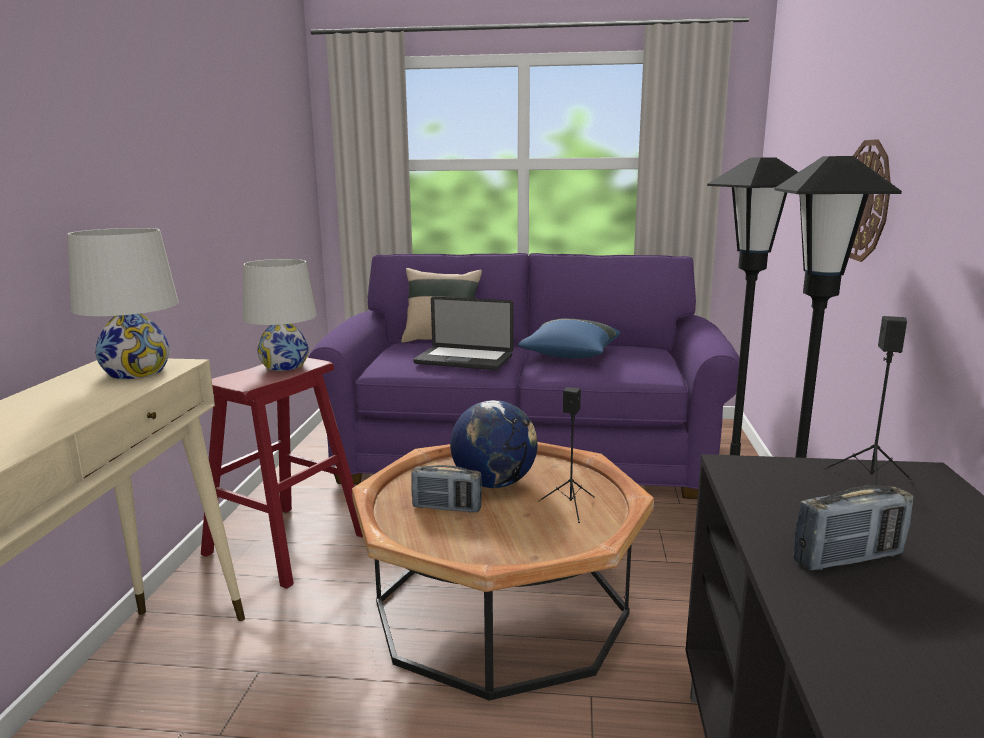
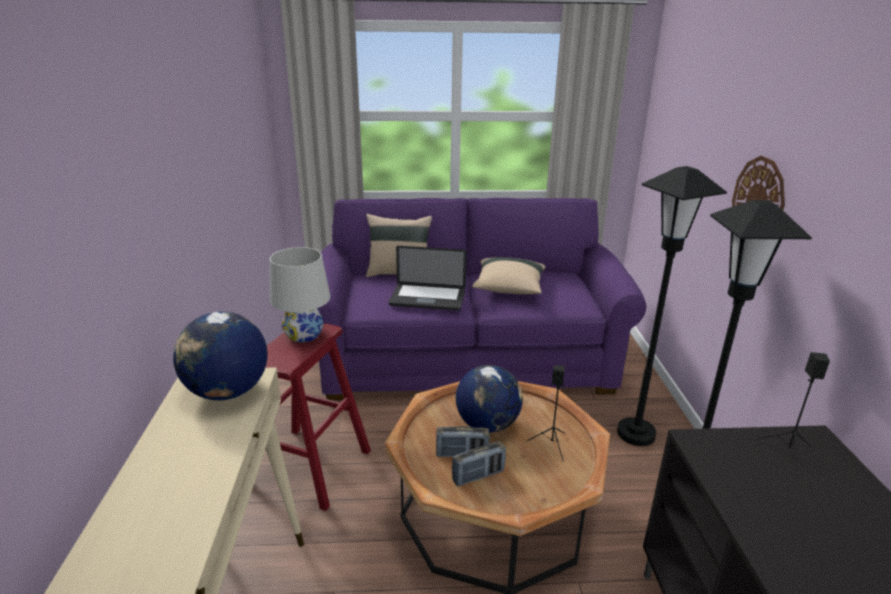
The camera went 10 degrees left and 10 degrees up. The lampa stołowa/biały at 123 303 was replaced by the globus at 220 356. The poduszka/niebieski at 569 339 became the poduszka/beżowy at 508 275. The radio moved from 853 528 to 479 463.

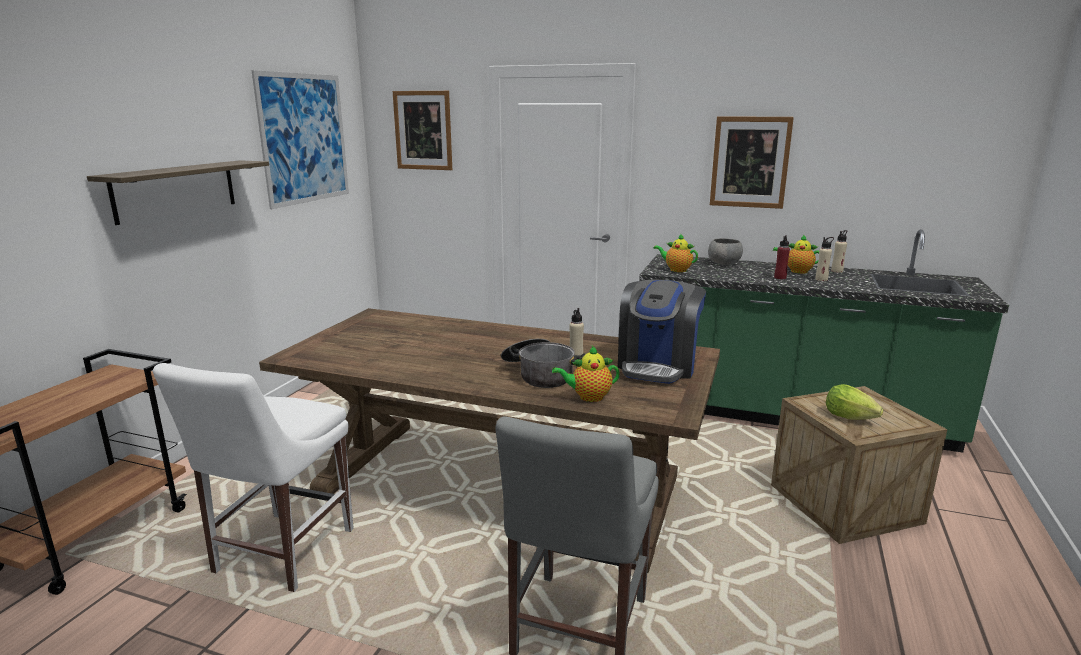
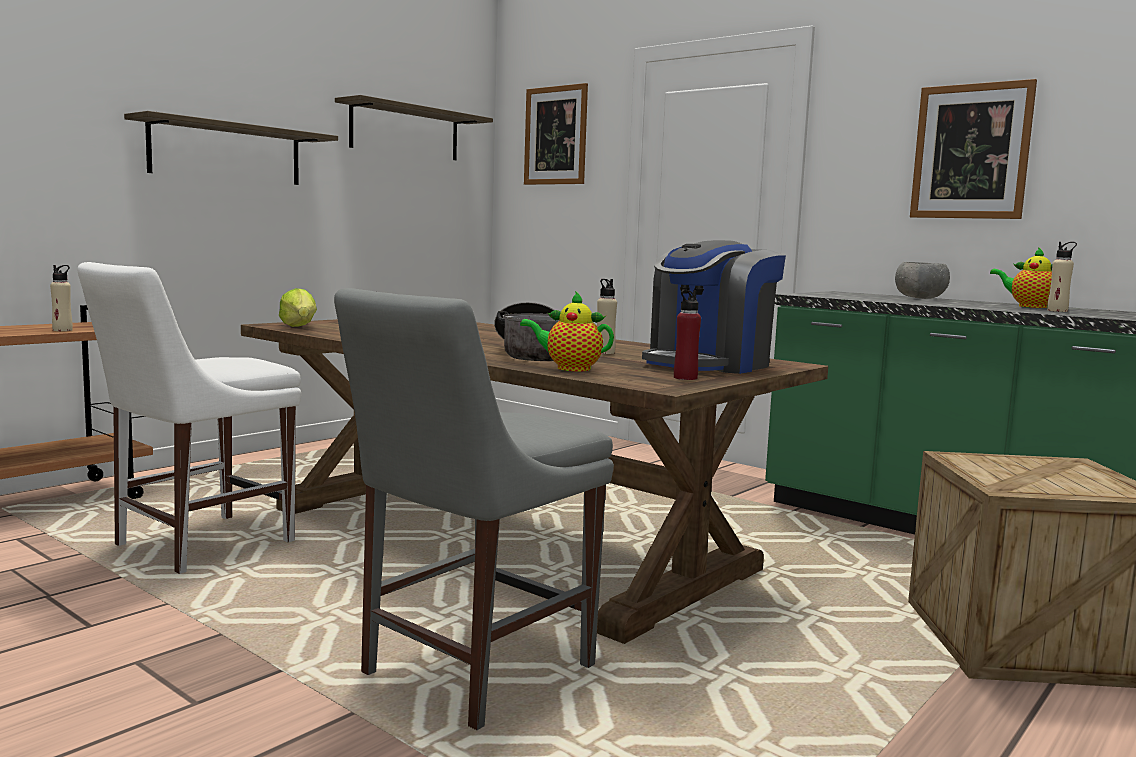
The camera went 20 degrees right and 10 degrees down. The obraz at 300 139 was replaced by the półka at 414 127. The butelka/beżowy moved from 839 251 to 61 298. The imbryk at 676 252 disappeared. The butelka/czerwony moved from 782 257 to 687 335. The sałata moved from 854 402 to 298 307.

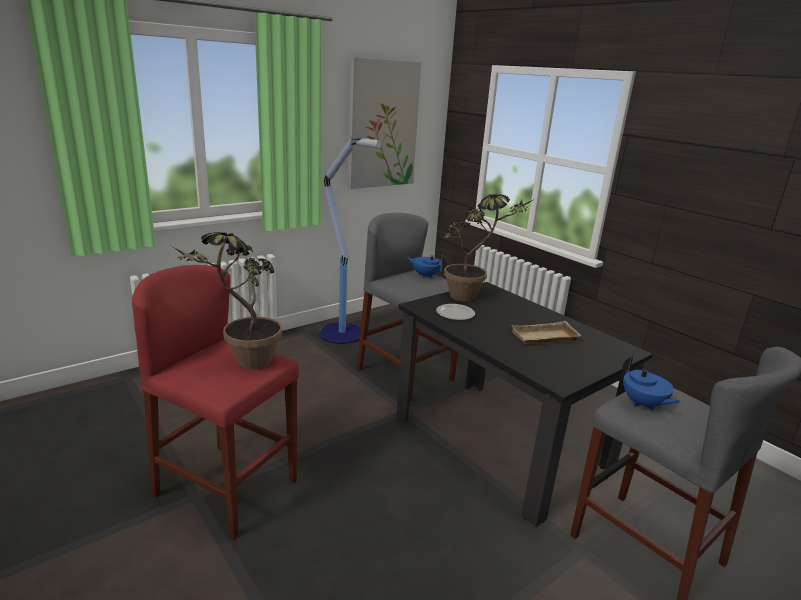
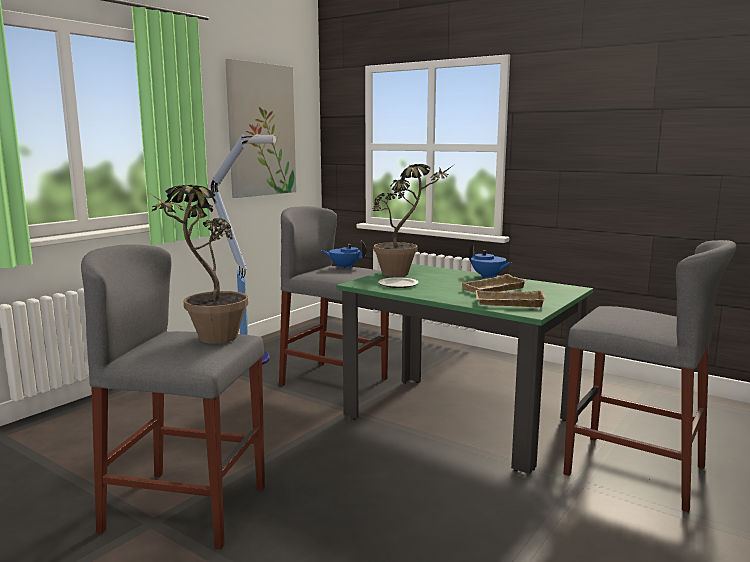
The camera went 15 degrees left and 10 degrees down. The stołek/czerwony at 215 402 became the stołek/szary at 173 396. The stół jadalny/czarny at 525 404 became the stół jadalny/zielony at 464 369. The imbryk/niebieski moved from 651 384 to 490 261. The taca/beżowy at 511 298 appeared.

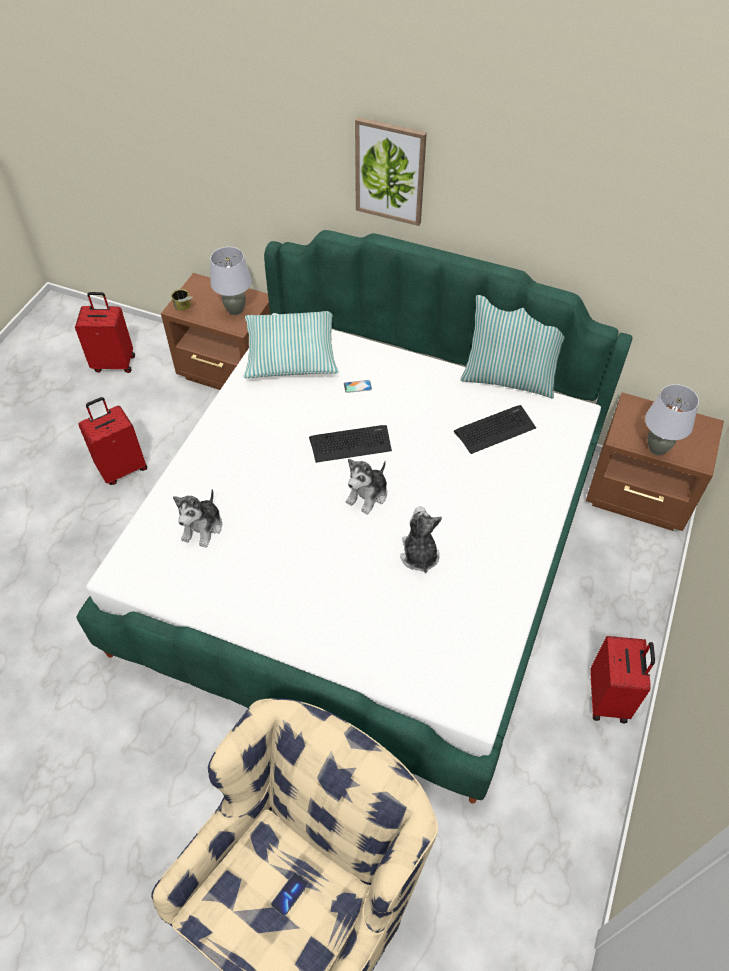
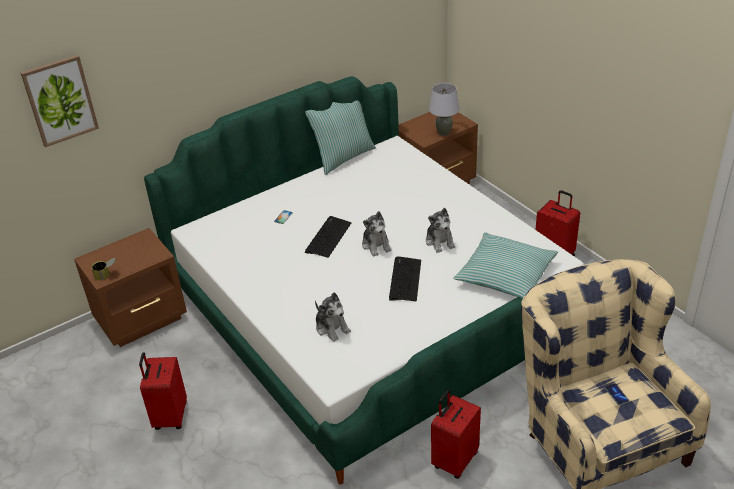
The camera went 55 degrees left and 15 degrees down. The obraz moved from 391 171 to 59 101. The lampa stołowa/szary at 231 281 disappeared. The walizka/czerwony moved from 105 332 to 456 434. The poduszka moved from 291 344 to 506 265. The klawiatura moved from 494 429 to 405 278. The pluszak at 421 539 turned 135 degrees counterclockwise.

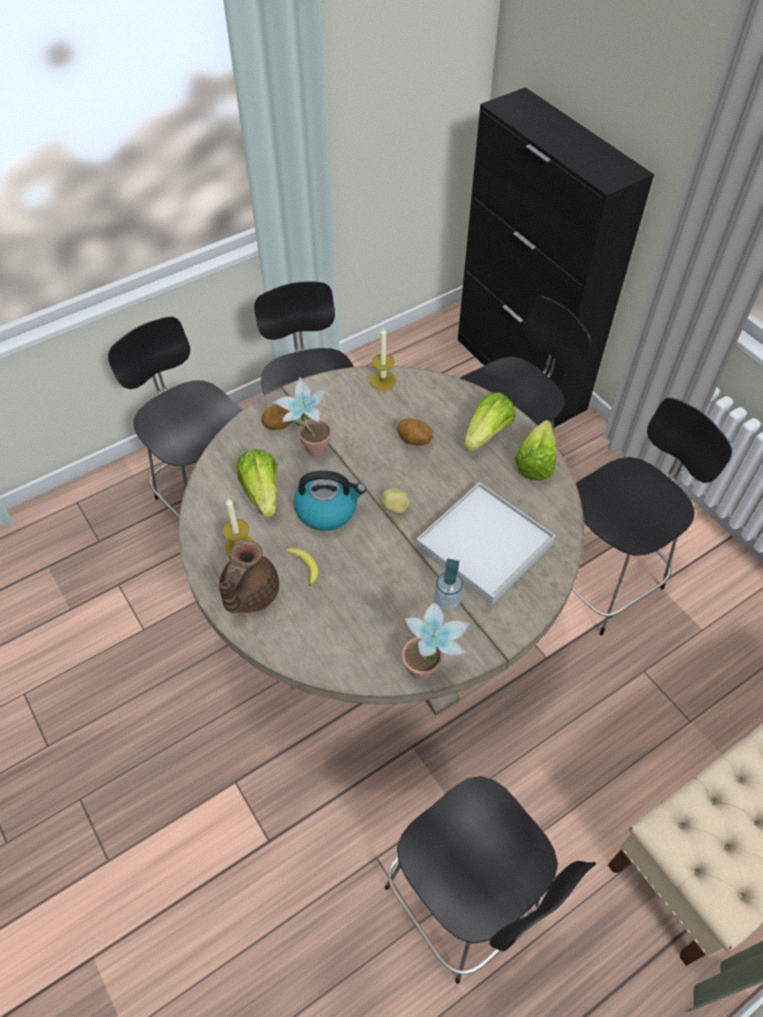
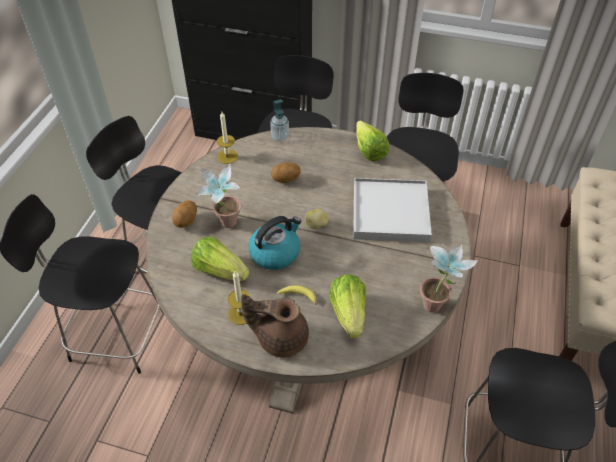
The camera went 40 degrees left and 5 degrees down. The sałata moved from 490 421 to 347 306. The imbryk/brązowy at 249 577 turned 120 degrees clockwise. The dozownik mydła moved from 448 584 to 279 120.

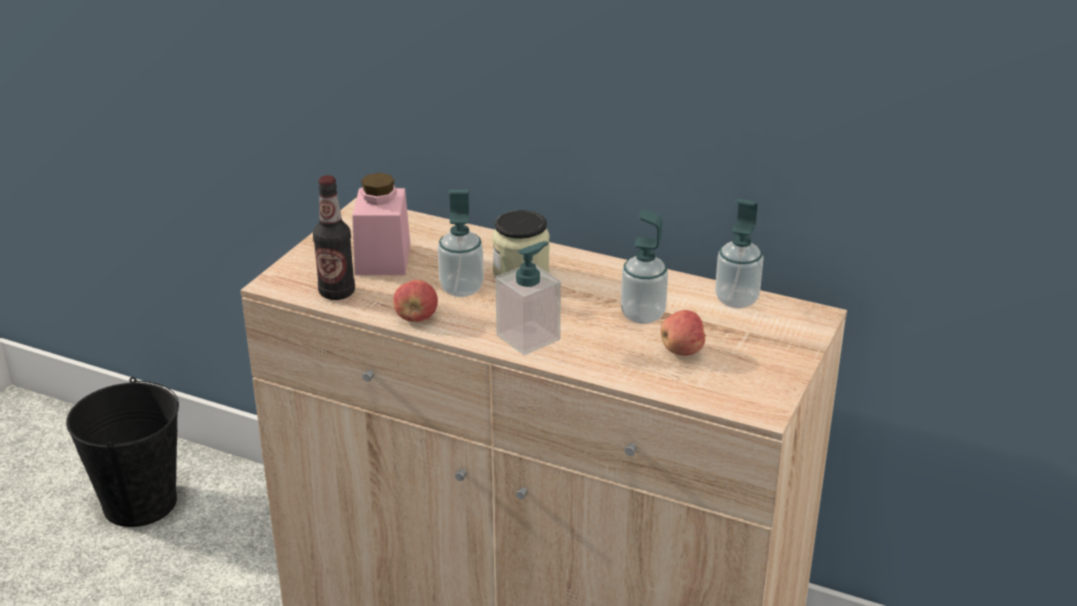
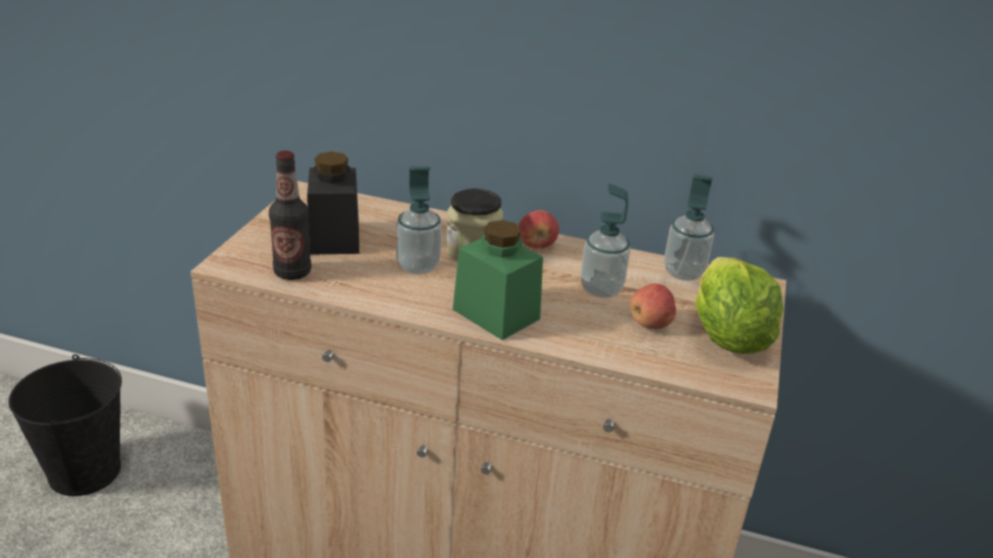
The camera went 10 degrees left and 0 degrees up. The słoik/różowy at 381 224 became the słoik/czarny at 333 203. The dozownik mydła at 528 298 was replaced by the słoik/zielony at 498 280. The jabłko moved from 415 301 to 539 229. The sałata at 739 305 appeared.

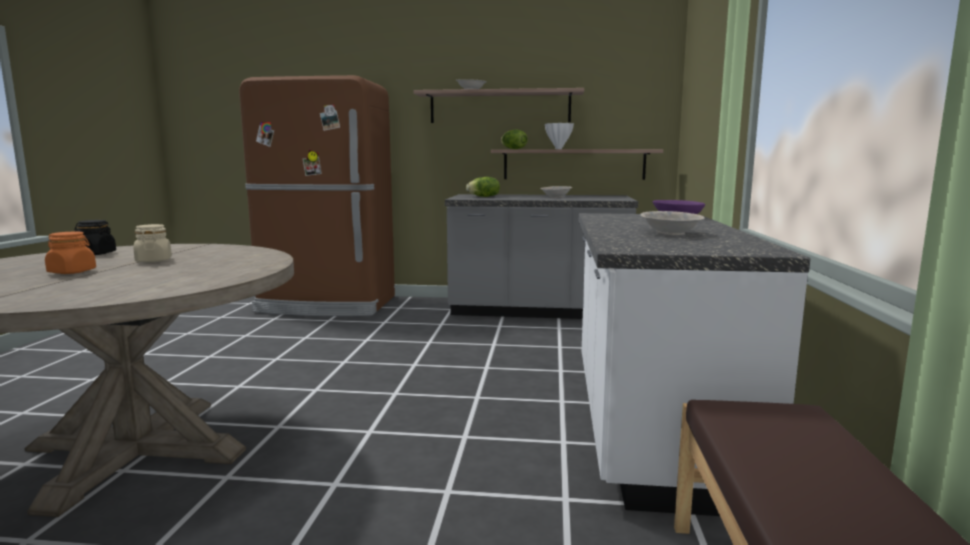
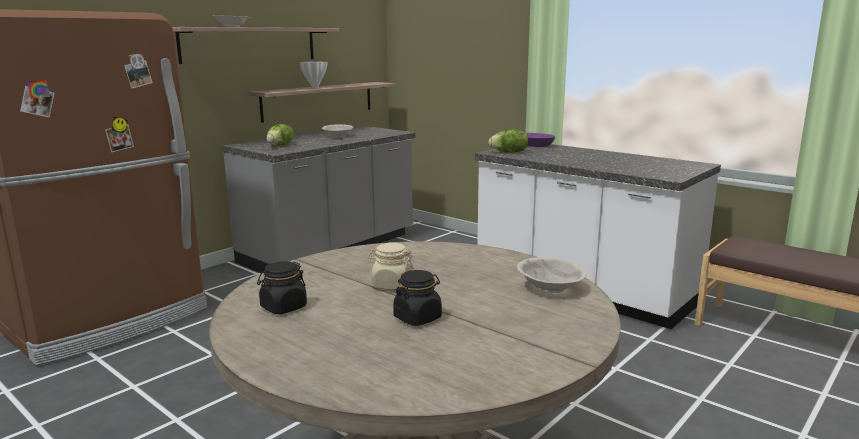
The camera went 55 degrees left and 5 degrees up. The sałata moved from 514 139 to 508 141. The miska/beżowy moved from 672 223 to 552 275. The słoik/pomarańczowy at 70 252 became the słoik/czarny at 417 298.

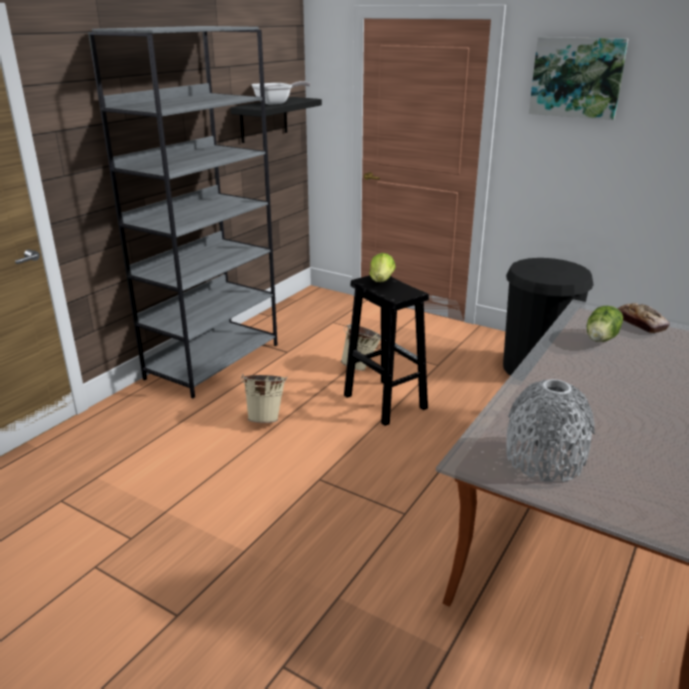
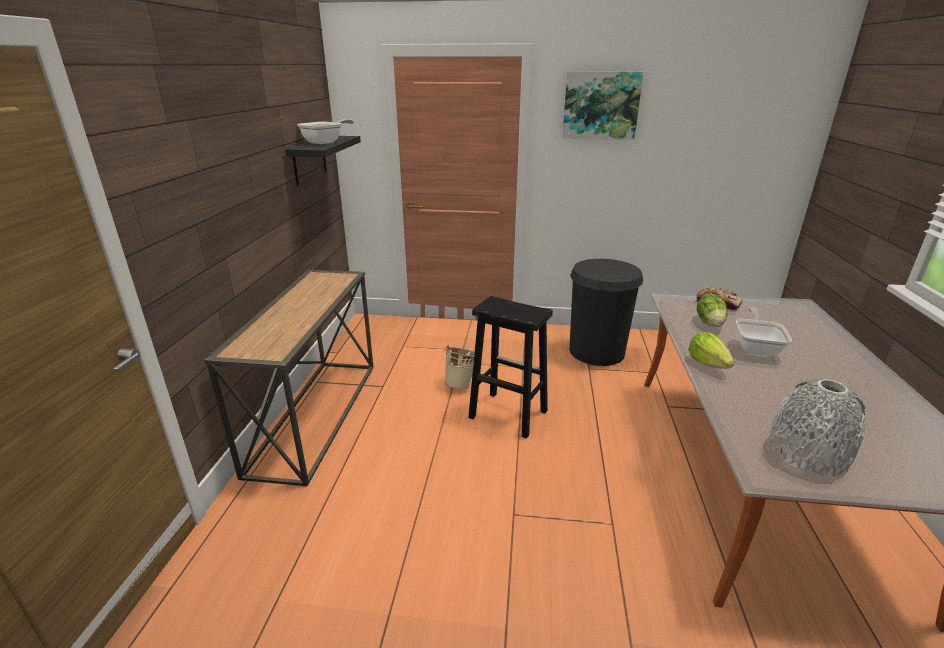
The camera went 25 degrees left and 0 degrees up. The regał/szary at 183 212 was replaced by the stolik konsolowy at 289 377. The sałata moved from 383 267 to 711 350. The wiadro/beżowy at 264 398 disappeared. The patelnia at 764 331 appeared.

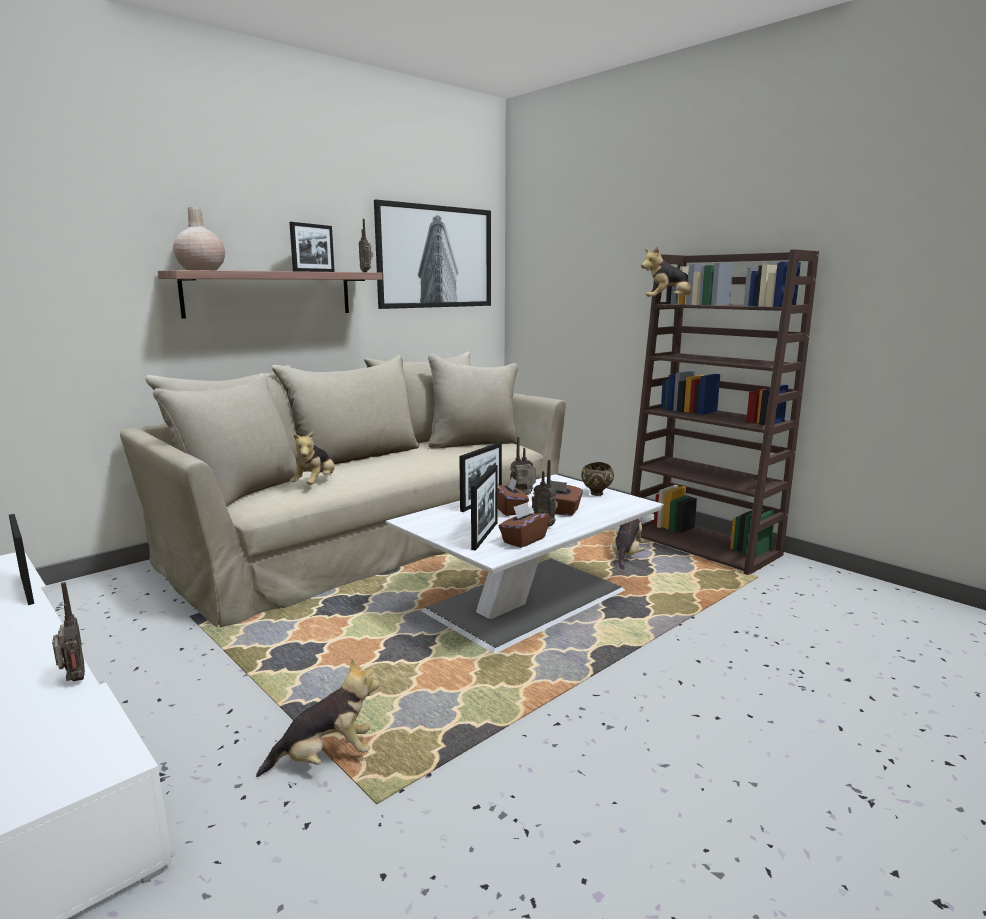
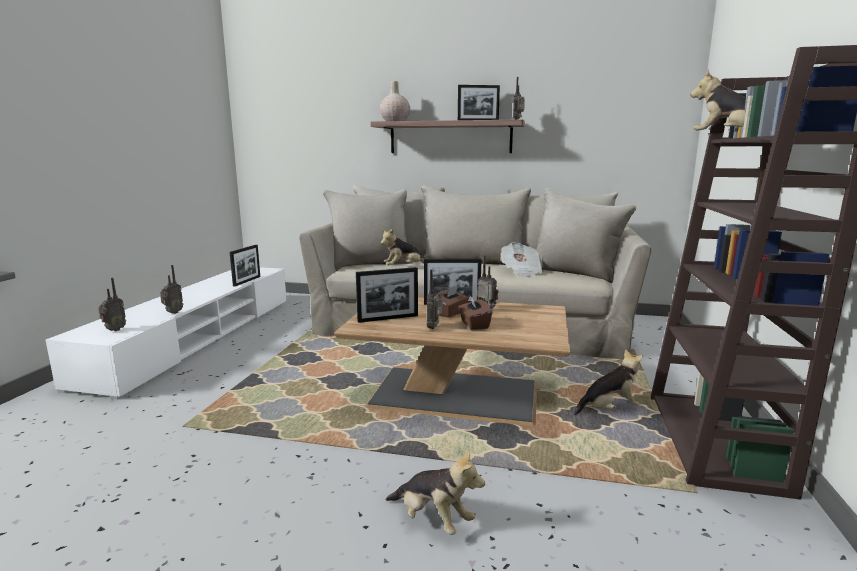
The camera went 55 degrees right and 0 degrees up. The obraz at 432 254 disappeared. The miska/brązowy at 597 479 disappeared. The ława/biały at 525 563 became the ława/brązowy at 452 361. The pudełko chusteczek/brązowy at 524 525 disappeared. The pluszak moved from 317 717 to 435 492. The gazeta at 522 259 appeared. The radio at 112 304 appeared.

